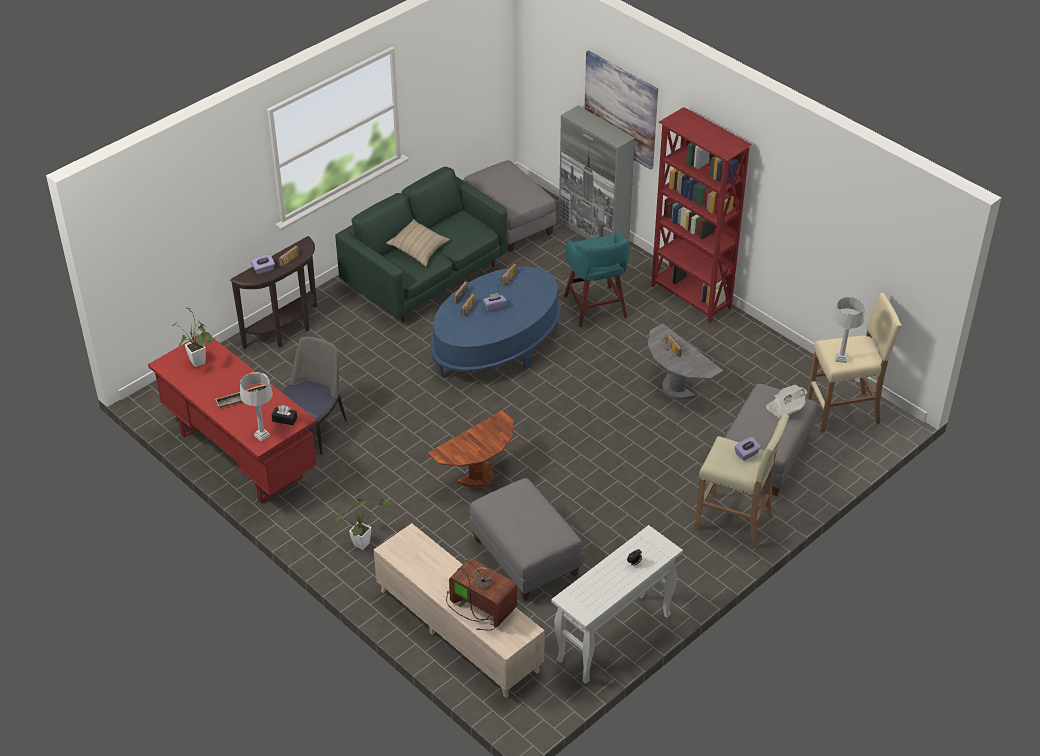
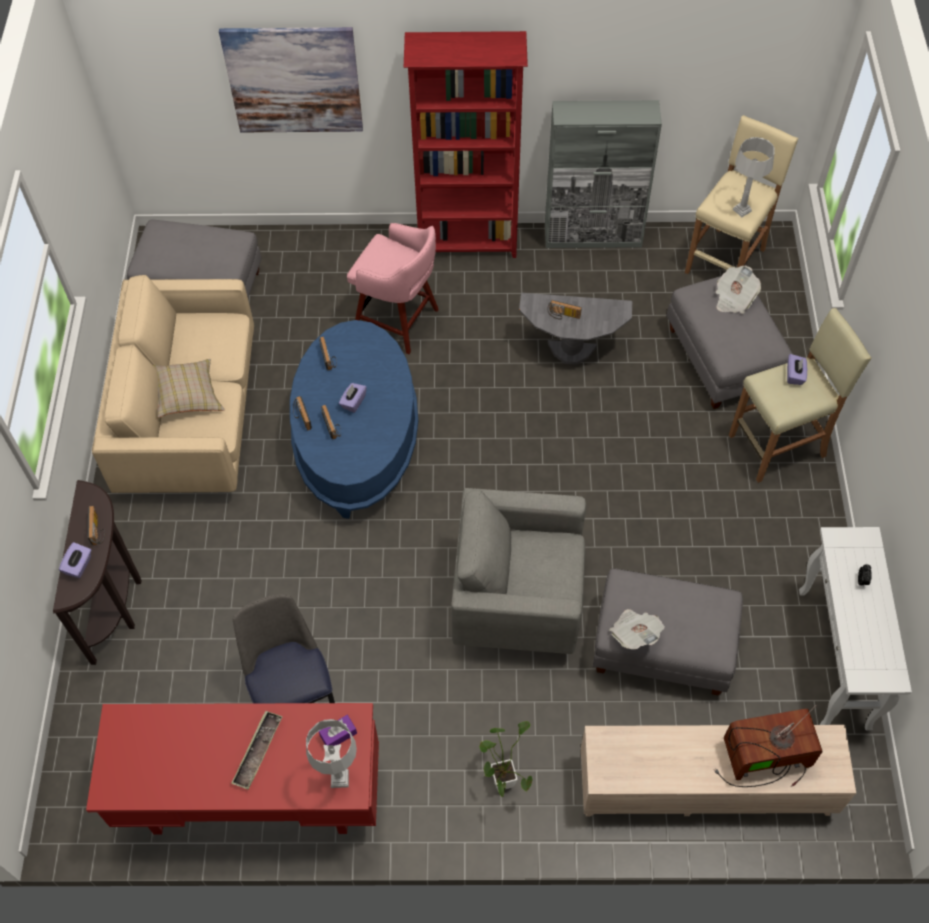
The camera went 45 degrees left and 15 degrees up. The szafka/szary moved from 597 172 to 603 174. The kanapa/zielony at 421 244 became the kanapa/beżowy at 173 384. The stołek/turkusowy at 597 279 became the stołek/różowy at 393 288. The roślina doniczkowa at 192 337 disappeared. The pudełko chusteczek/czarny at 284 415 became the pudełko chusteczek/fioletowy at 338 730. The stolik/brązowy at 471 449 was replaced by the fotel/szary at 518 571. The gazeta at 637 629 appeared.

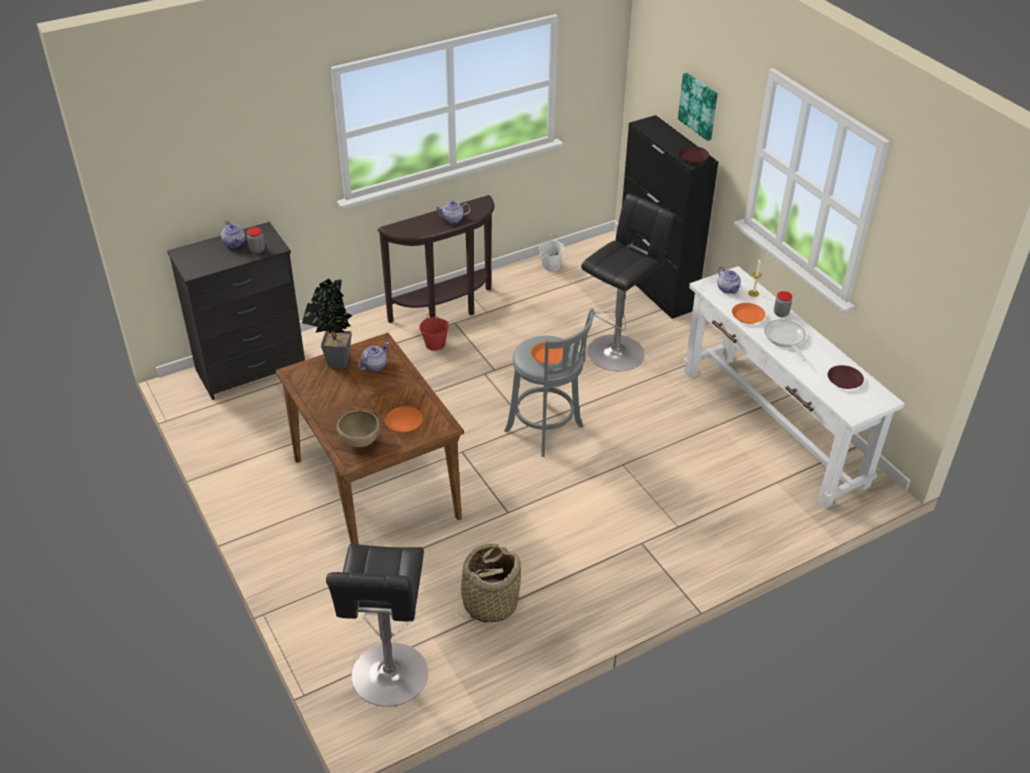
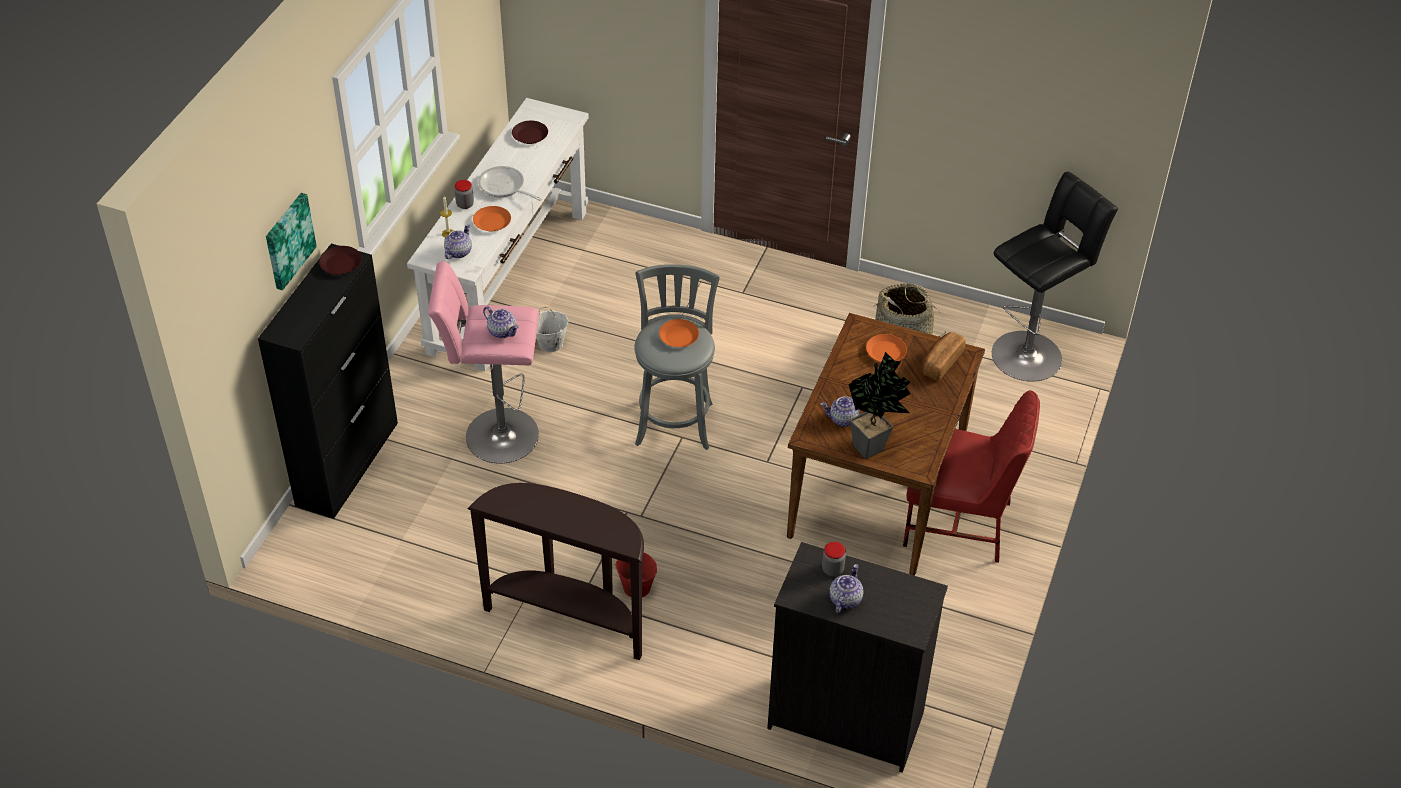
The camera went 130 degrees left and 5 degrees up. The stołek/czarny at 628 282 became the stołek/różowy at 483 362. The imbryk moved from 453 212 to 501 322. The wiadro/biały moved from 552 253 to 552 329. The patelnia at 785 340 turned 90 degrees clockwise. The miska/brązowy at 358 428 was replaced by the chleb at 943 356. The krzesło/czerwony at 971 476 appeared.

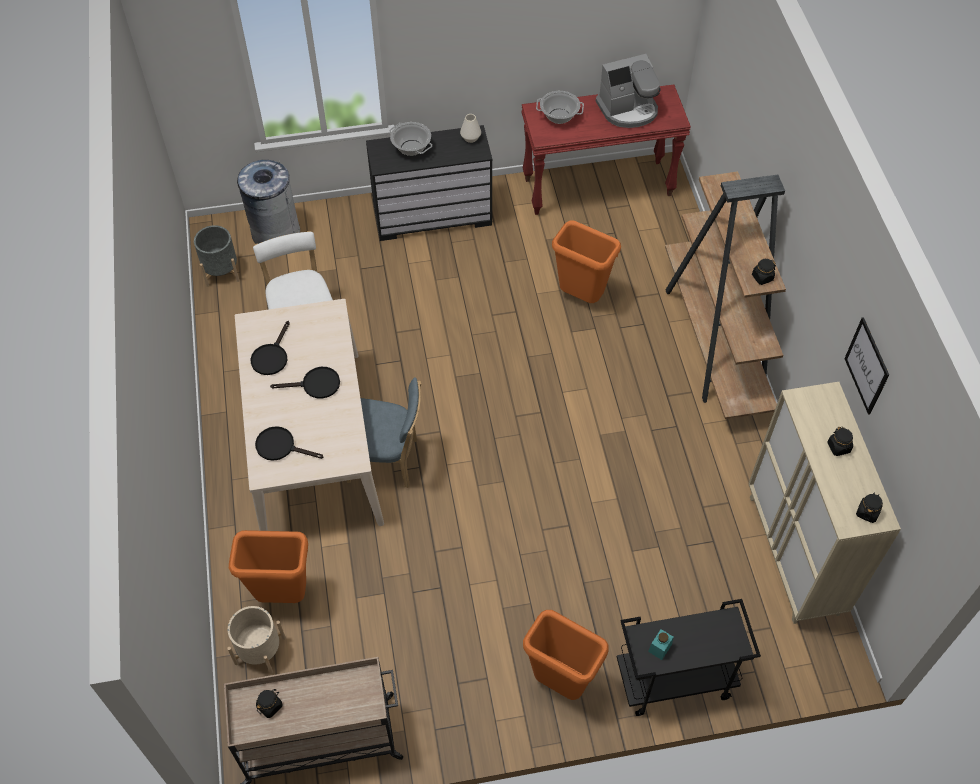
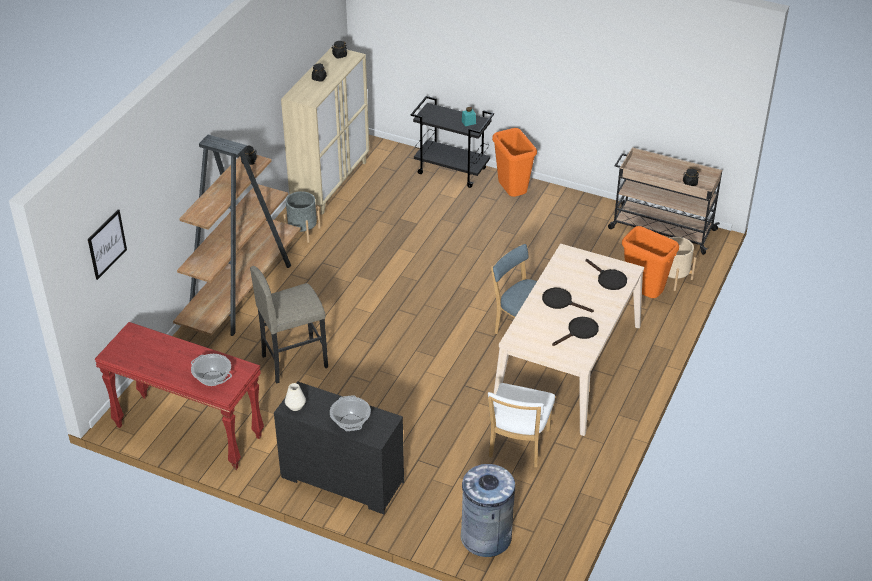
The camera went 145 degrees left and 15 degrees down. The ekspres do kawy at 628 91 disappeared. The kosz na śmieci/pomarańczowy at 586 262 was replaced by the stołek/szary at 289 325. The donica/szary moved from 217 256 to 302 217. The obraz moved from 866 366 to 107 244.

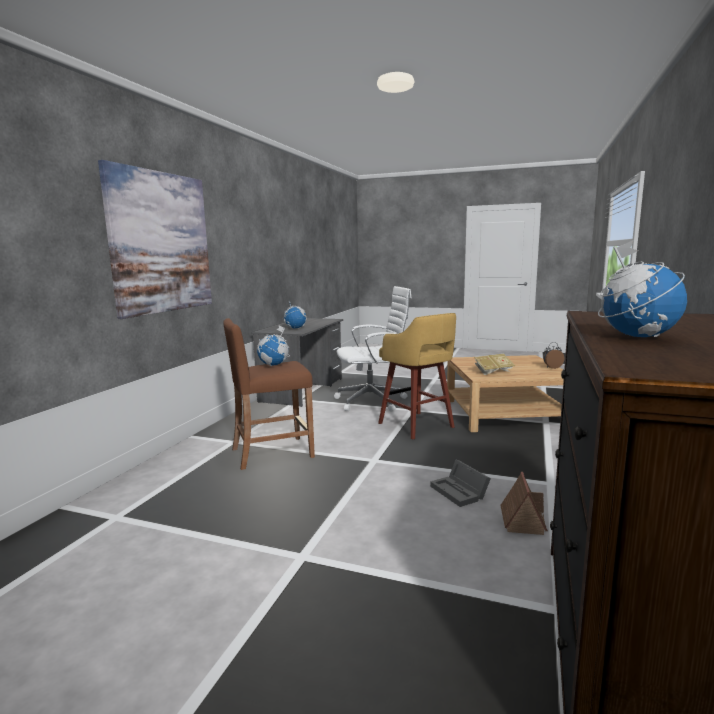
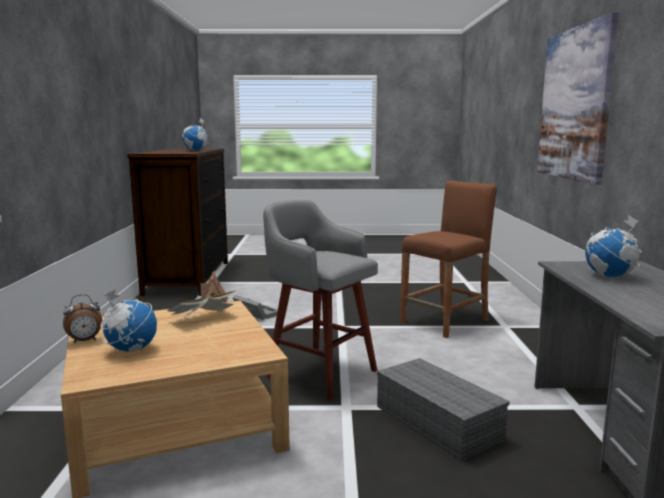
The camera went 160 degrees right and 0 degrees up. The krzesło biurowe/biały at 373 349 was replaced by the pojemnik do przechowywania/szary at 443 409. The stołek/żółty at 417 376 became the stołek/szary at 320 300. The globus moved from 273 345 to 129 320.

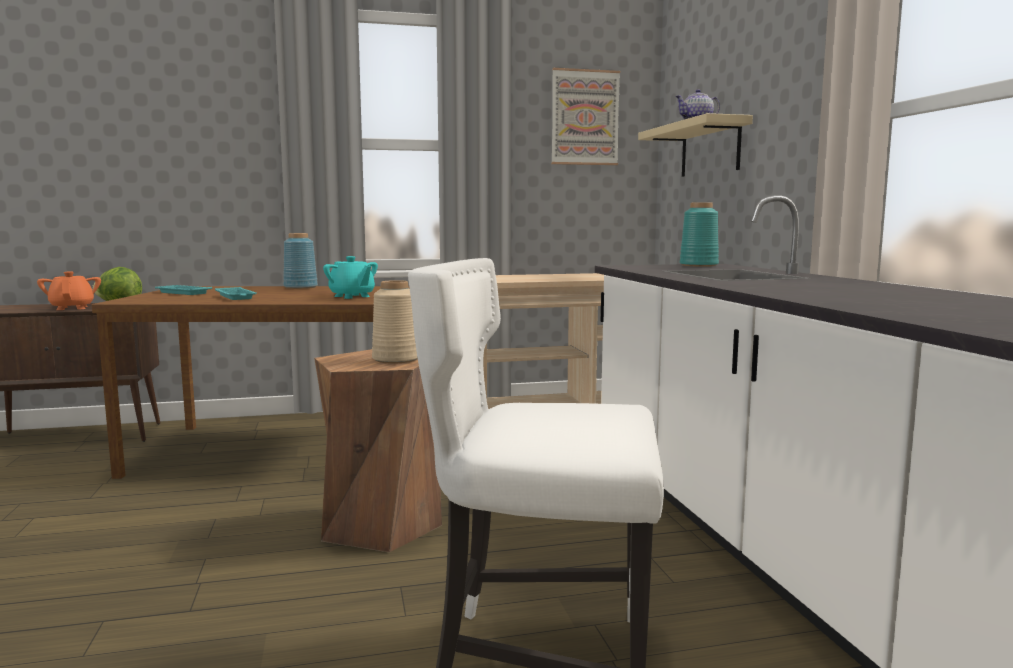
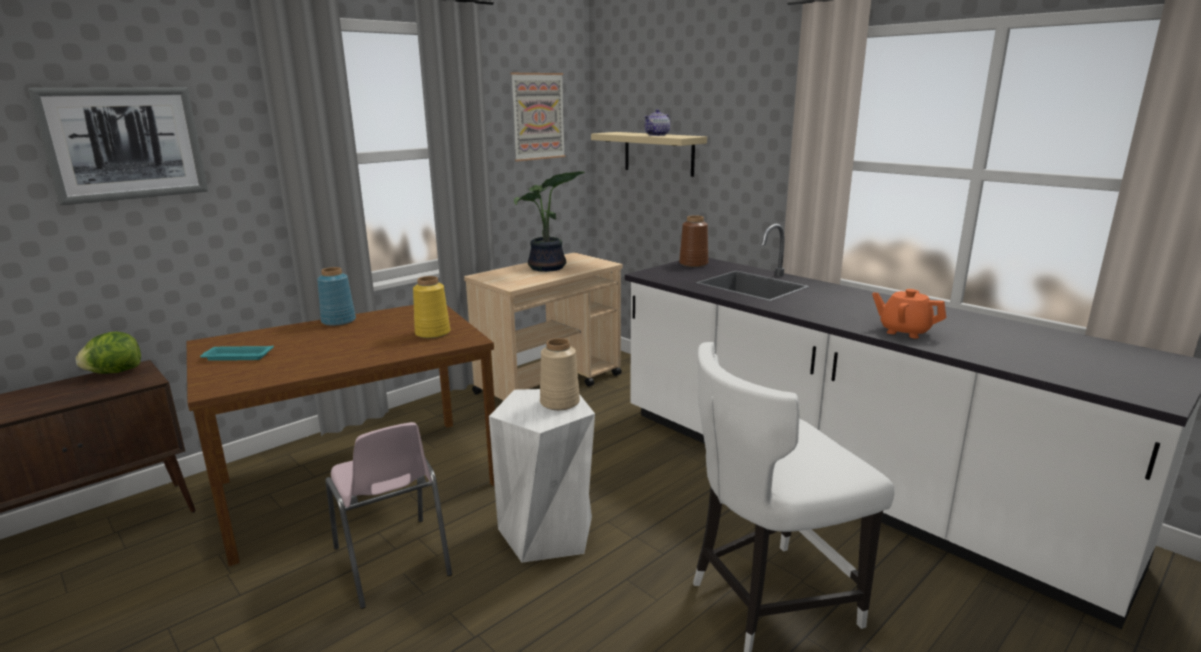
The camera went 30 degrees left and 10 degrees up. The wazon/turkusowy at 699 234 became the wazon/brązowy at 693 241. The imbryk/turkusowy at 350 277 was replaced by the wazon/żółty at 431 307. The imbryk/pomarańczowy moved from 69 291 to 909 314. The taca/turkusowy at 236 293 disappeared. The stołek/brązowy at 378 450 became the stołek/biały at 542 476. The obraz at 118 146 appeared. The roślina doniczkowa at 549 221 appeared. The krzesło/różowy at 388 515 appeared.

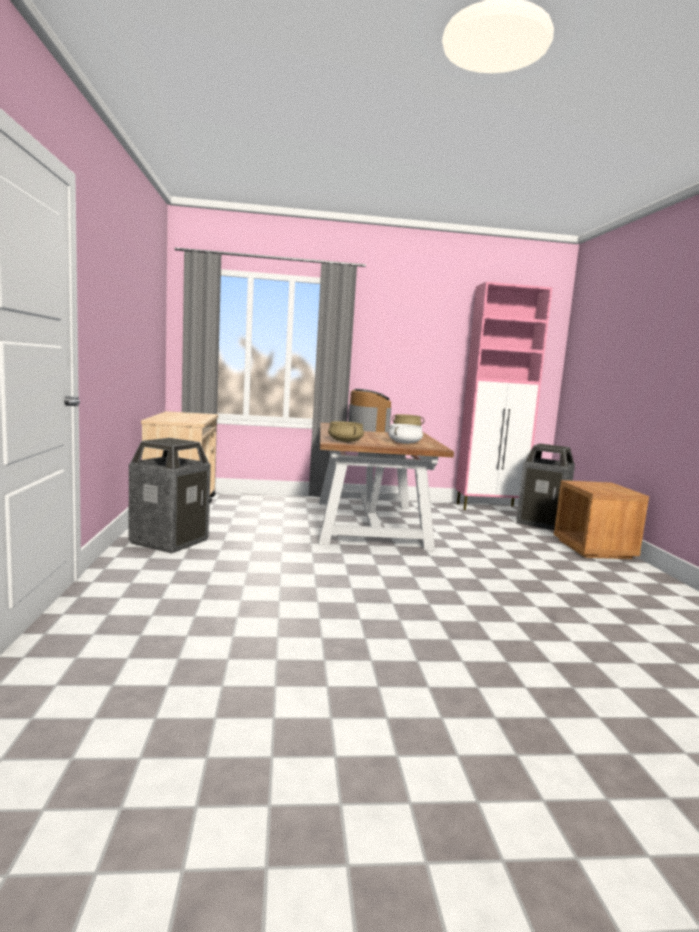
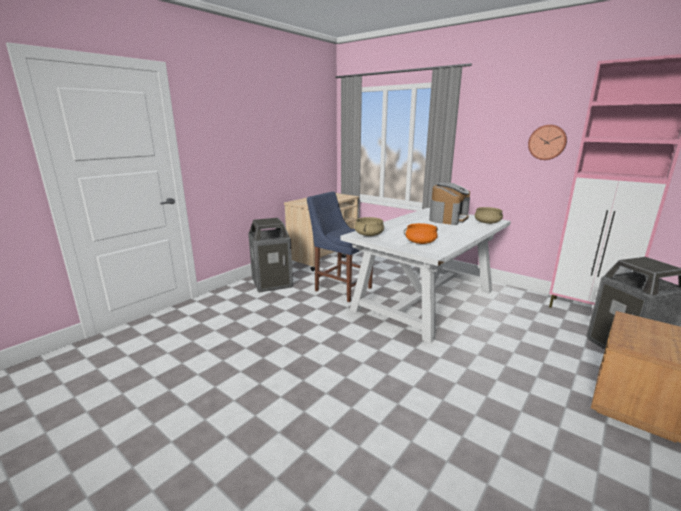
The camera went 45 degrees right and 10 degrees up. The stół jadalny/brązowy at 386 486 became the stół jadalny/biały at 425 275. The garnek/biały at 405 434 became the garnek/pomarańczowy at 421 233. The zegar ścienny at 547 142 appeared. The krzesło/niebieski at 340 246 appeared.

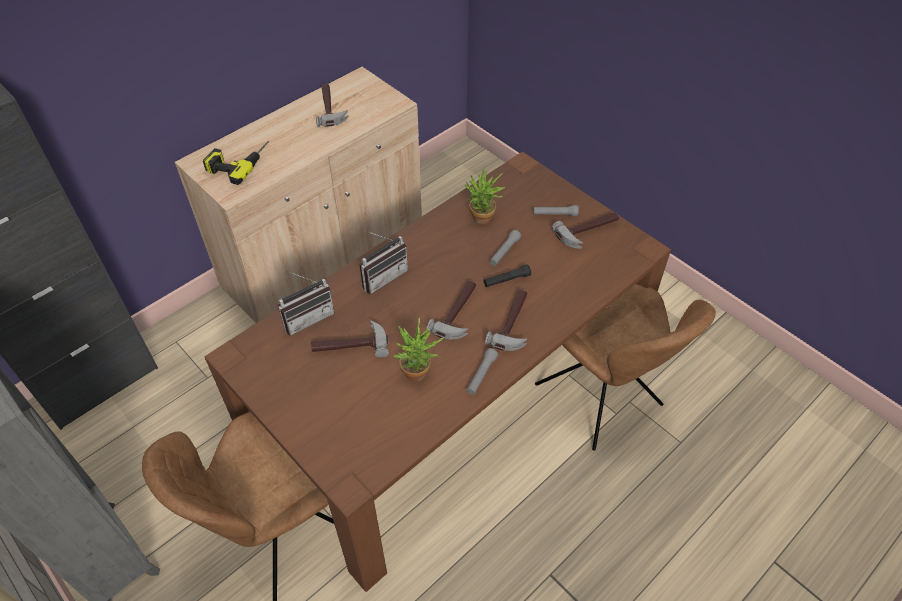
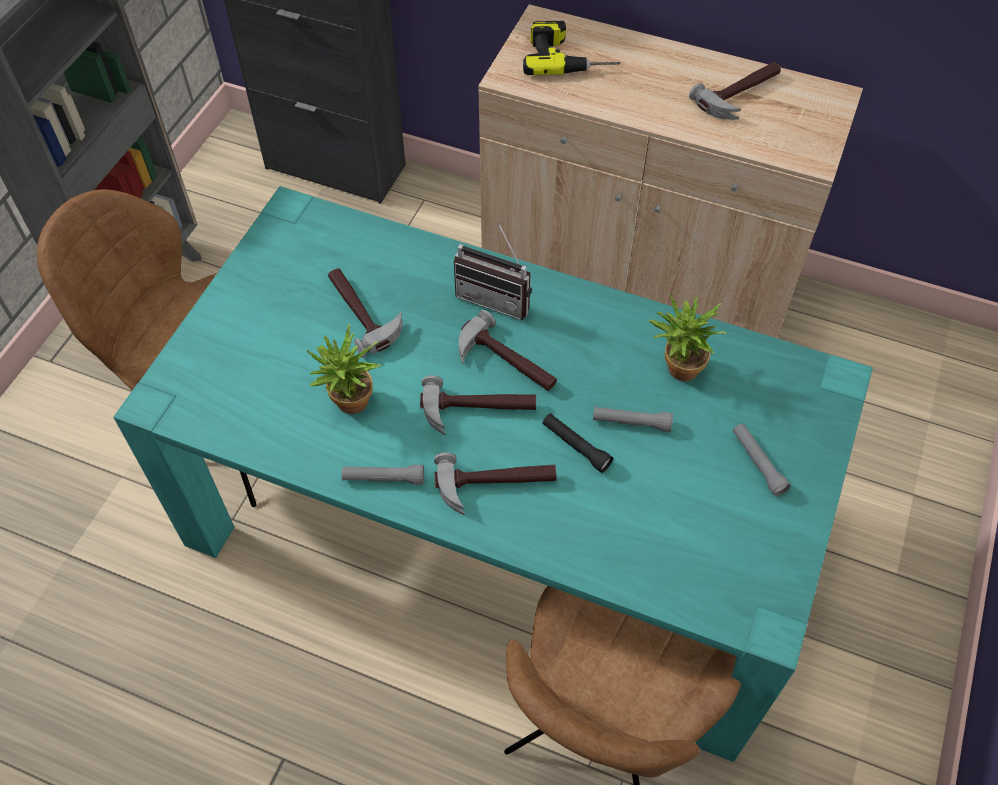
The camera went 65 degrees right and 5 degrees up. The stół jadalny/brązowy at 437 371 became the stół jadalny/turkusowy at 493 474. The młotek moved from 585 230 to 508 350. The radio at 306 303 disappeared.

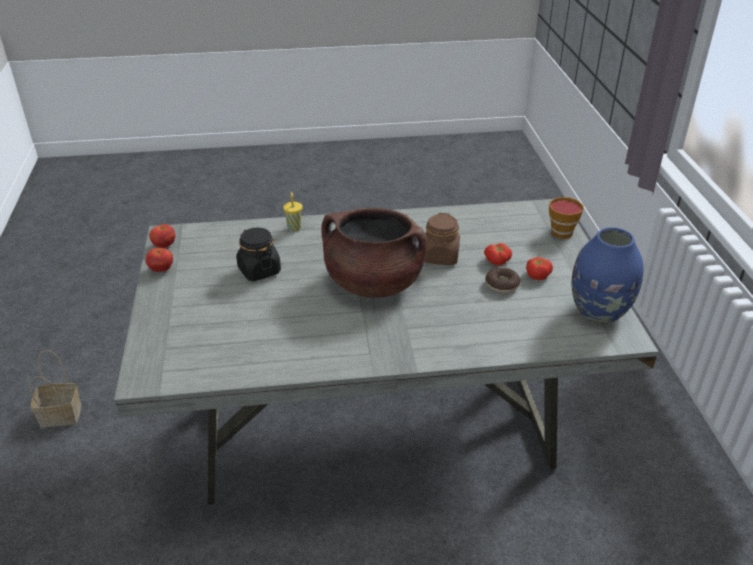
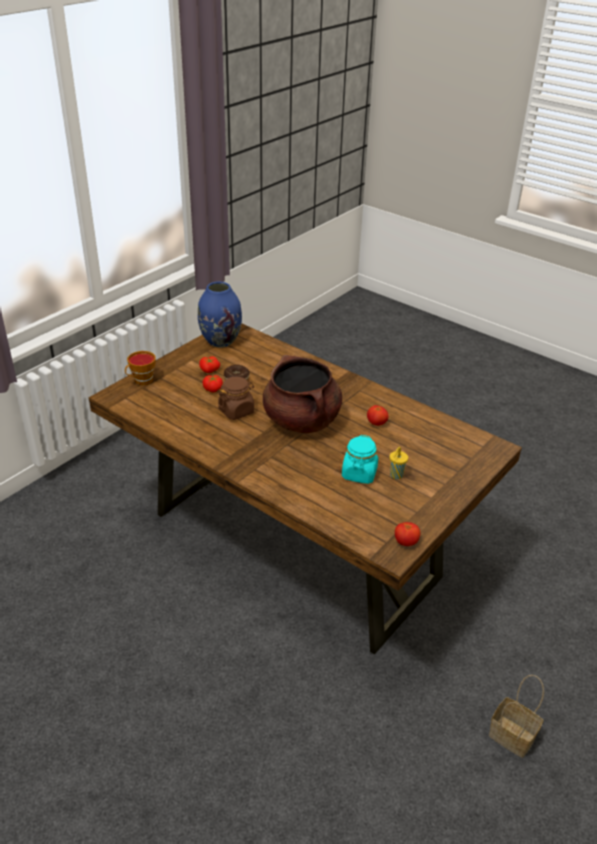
The camera went 135 degrees left and 0 degrees up. The filiżanka/żółty moved from 293 212 to 399 463. The stół jadalny/szary at 386 352 became the stół jadalny/brązowy at 305 488. The słoik/czarny at 258 254 became the słoik/turkusowy at 360 459. The pomidor moved from 159 260 to 378 415.

